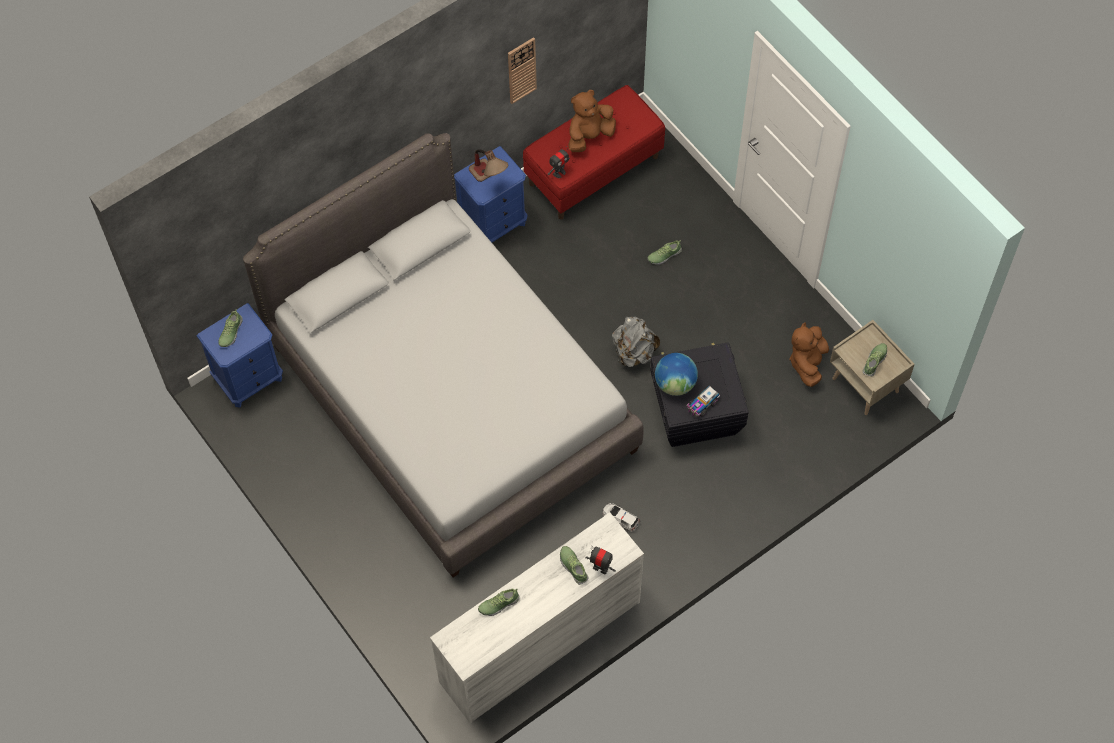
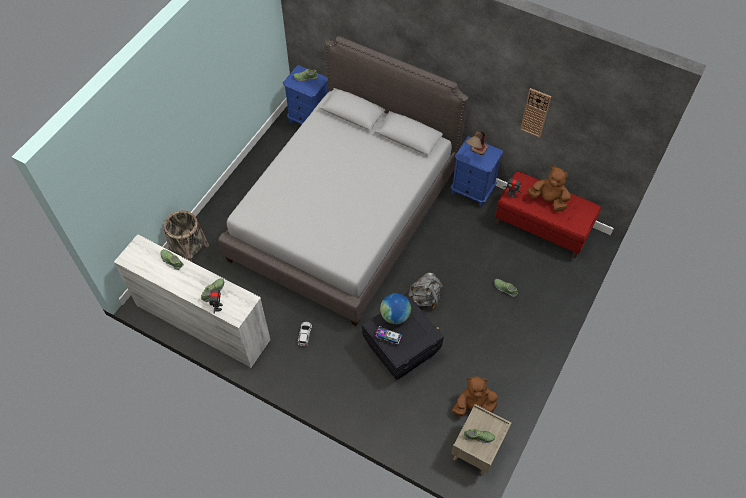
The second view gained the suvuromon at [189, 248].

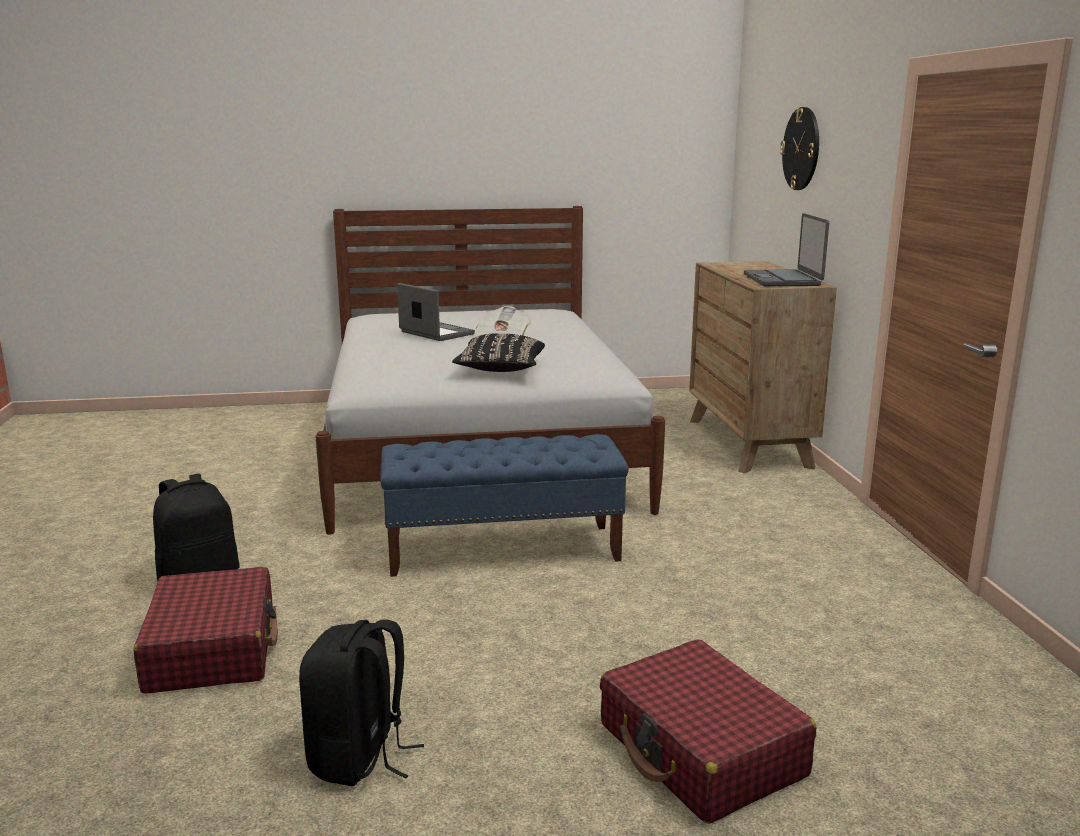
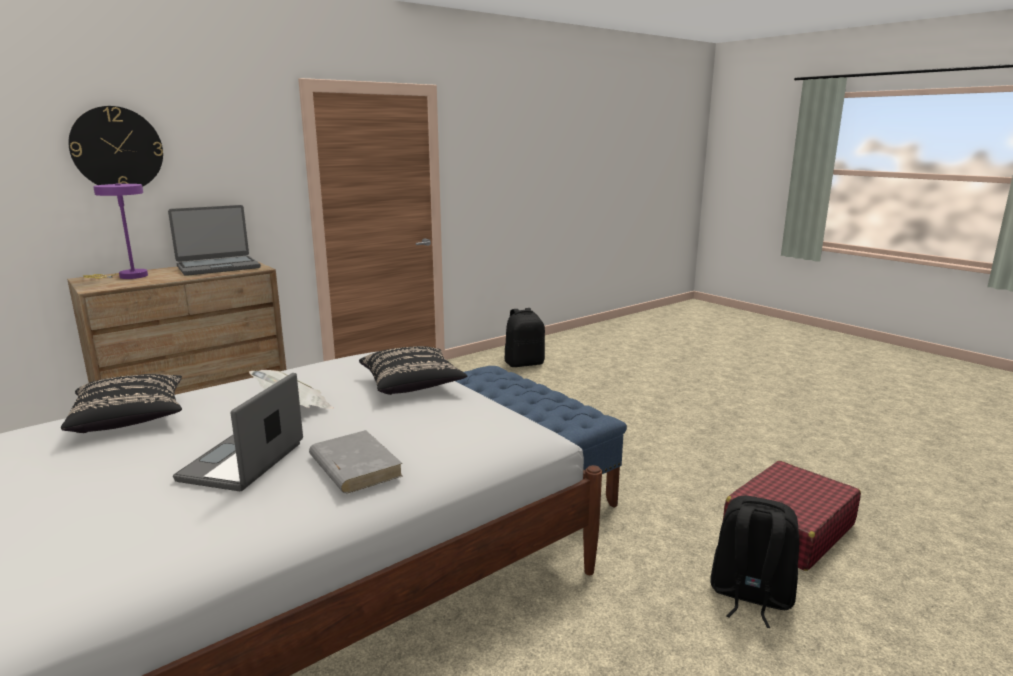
The second view lost the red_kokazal at [701, 751].
The second view gained the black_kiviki at [130, 419].
The second view gained the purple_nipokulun at [128, 276].
The second view gained the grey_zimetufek at [354, 466].
The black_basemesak ended up elsewhere, having gone from [360, 757] to [524, 363].

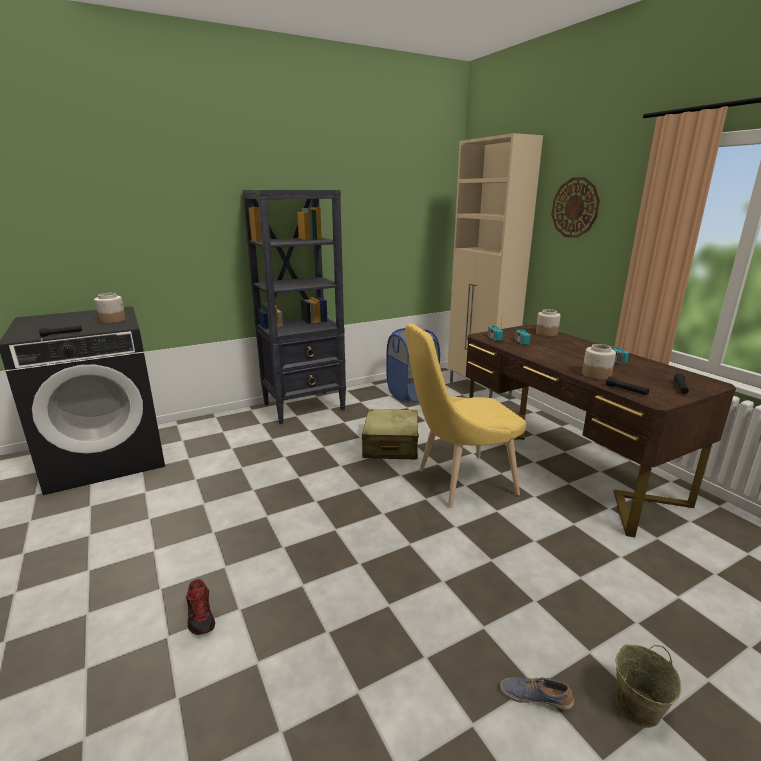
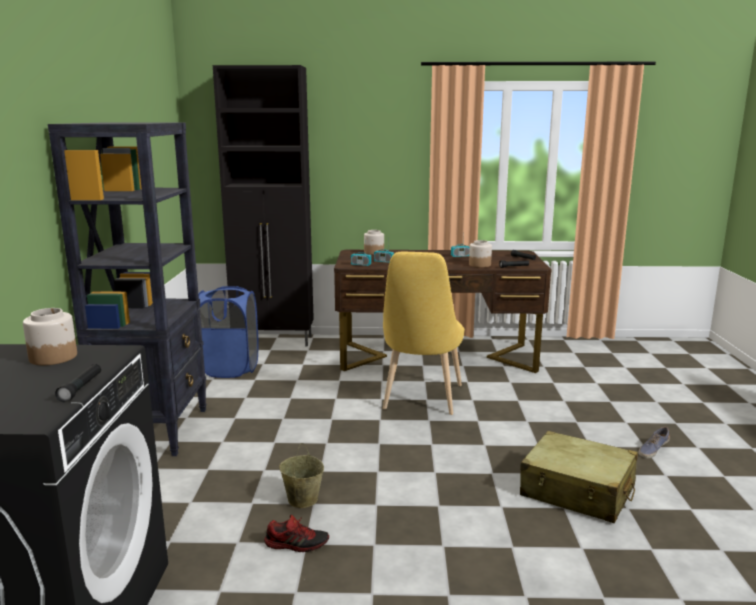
The second view lost the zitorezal at [575, 207].
The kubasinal ended up elsewhere, having gone from [201, 615] to [296, 544].
The beige_kokazal ended up elsewhere, having gone from [391, 445] to [577, 491].
The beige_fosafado ended up elsewhere, having gone from [637, 706] to [302, 499].
What was the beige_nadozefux at [479, 390] turned into the black_nadozefux at [274, 341].

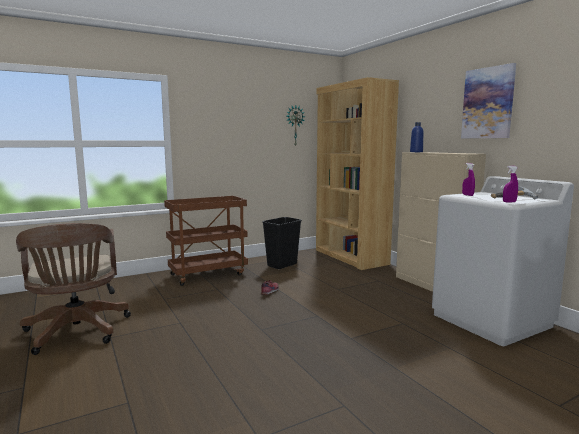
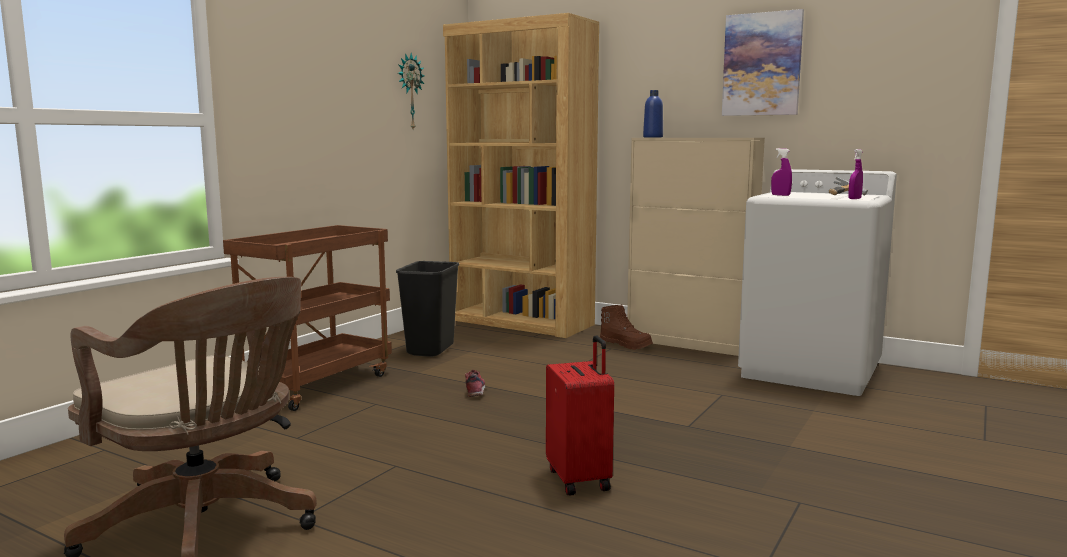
The second view gained the red_kokazal at [580, 479].
The second view gained the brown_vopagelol at [626, 345].

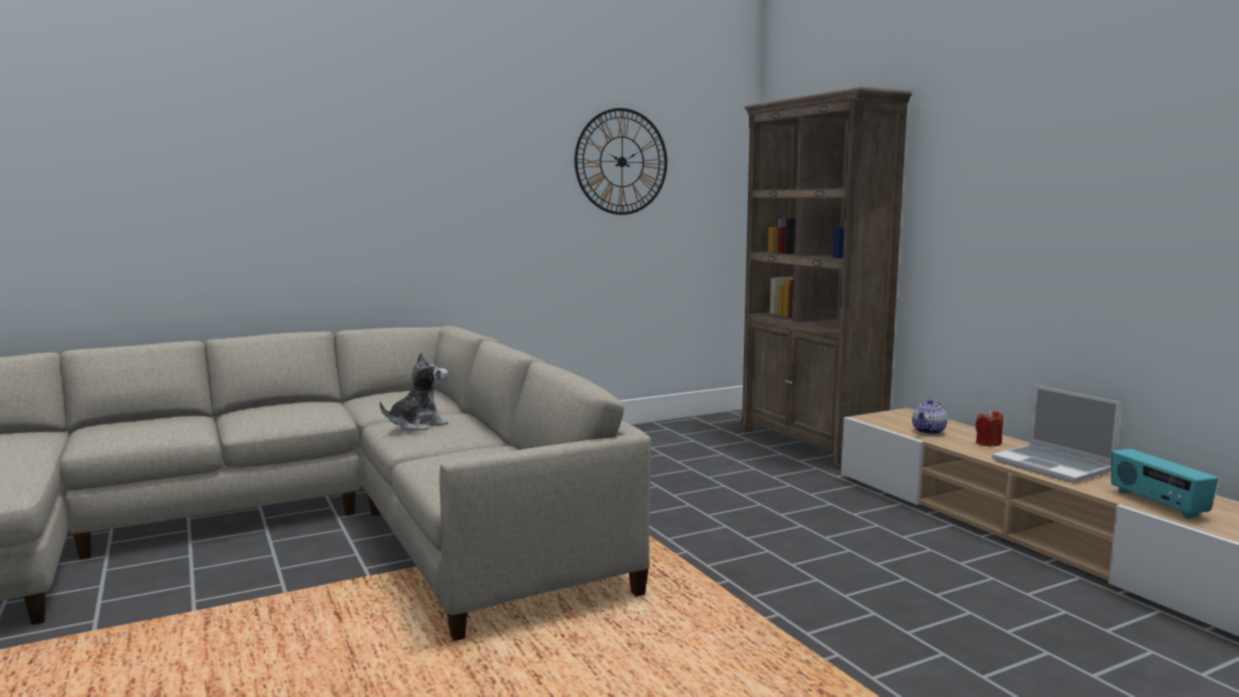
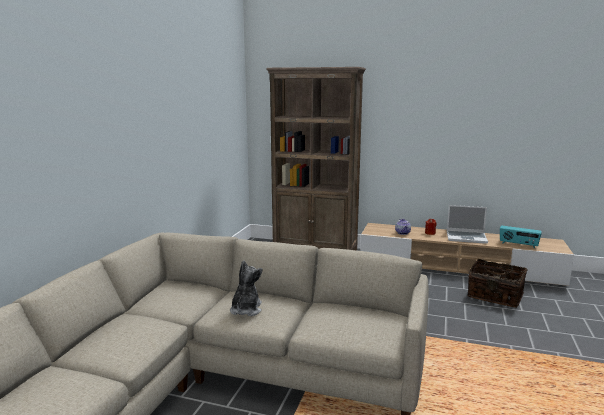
The second view lost the zitorezal at [621, 162].
The second view gained the suvuromon at [494, 296].

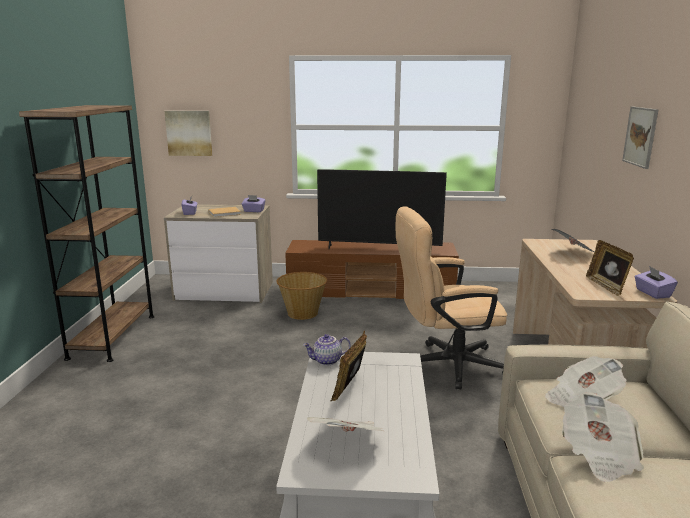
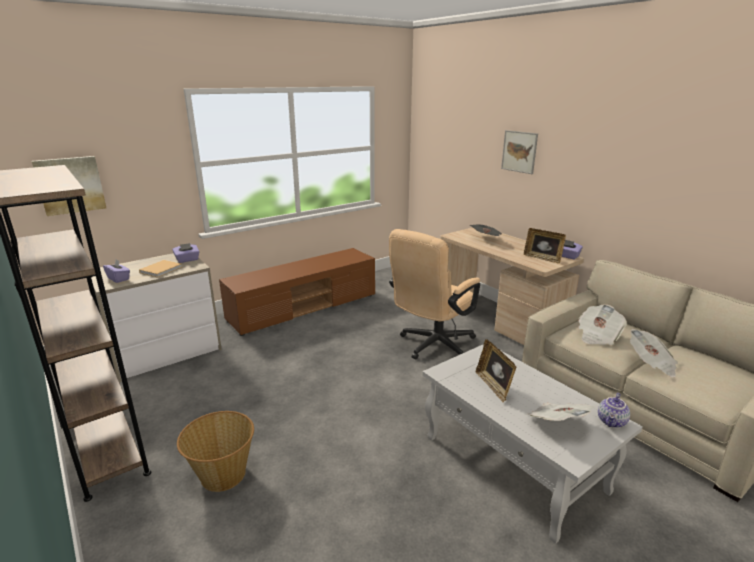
The second view lost the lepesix at [379, 249].
The suvuromon ended up elsewhere, having gone from [302, 313] to [222, 474].
The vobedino ended up elsewhere, having gone from [327, 361] to [612, 422].

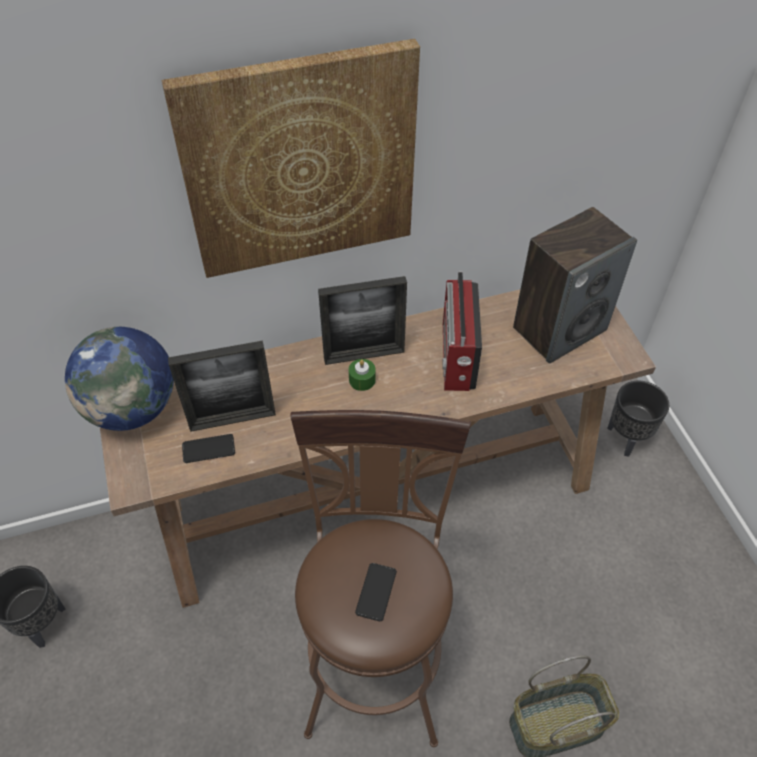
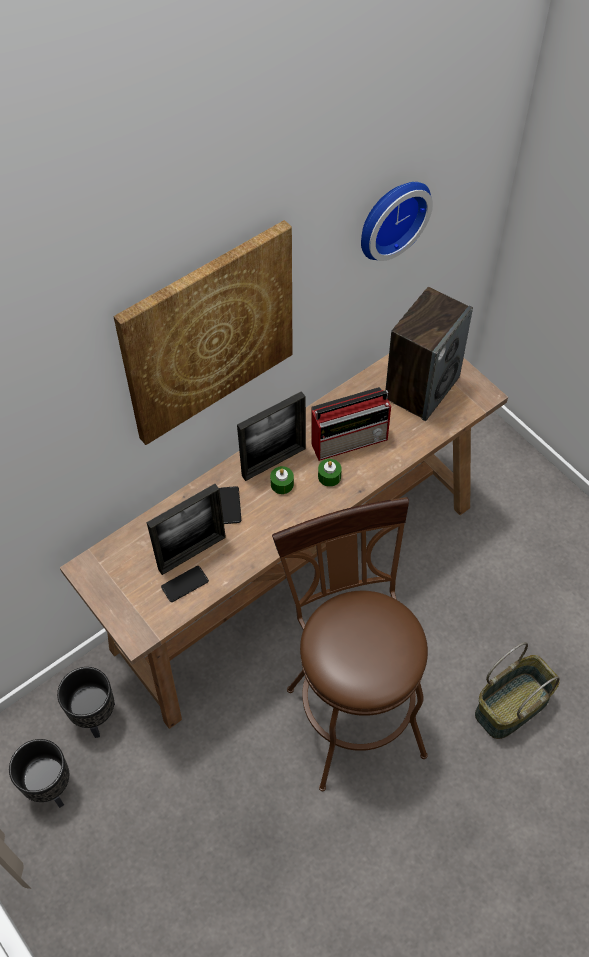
The second view lost the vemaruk at [133, 408].
The second view gained the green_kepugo at [329, 476].
The second view gained the zitorezal at [390, 216].
The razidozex ended up elsewhere, having gone from [376, 592] to [229, 505].
The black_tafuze ended up elsewhere, having gone from [627, 438] to [96, 716].
The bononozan at [457, 358] ended up facing another way, 90 degrees counterclockwise from before.

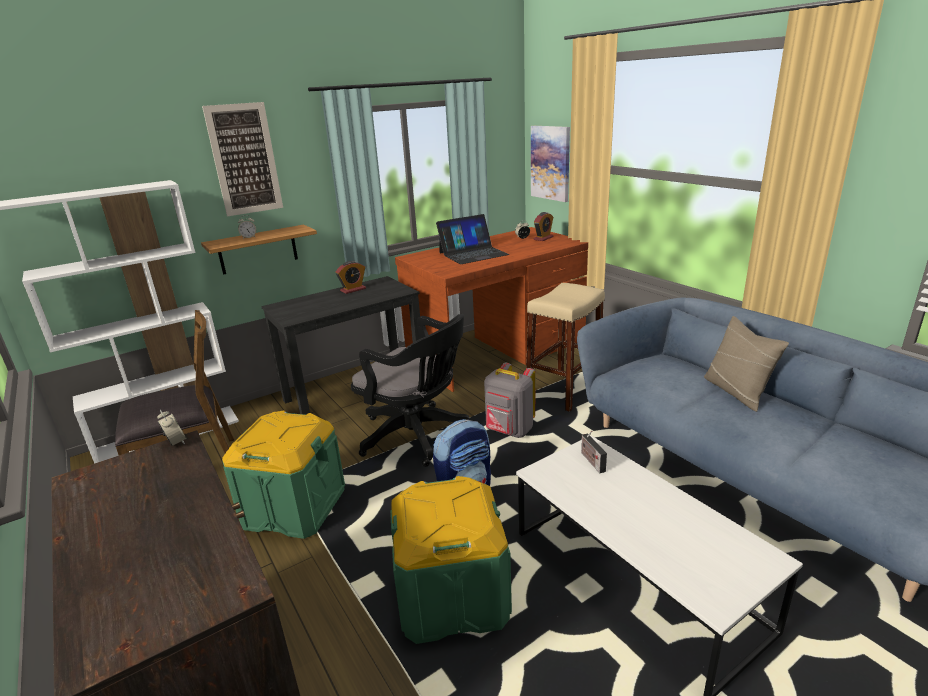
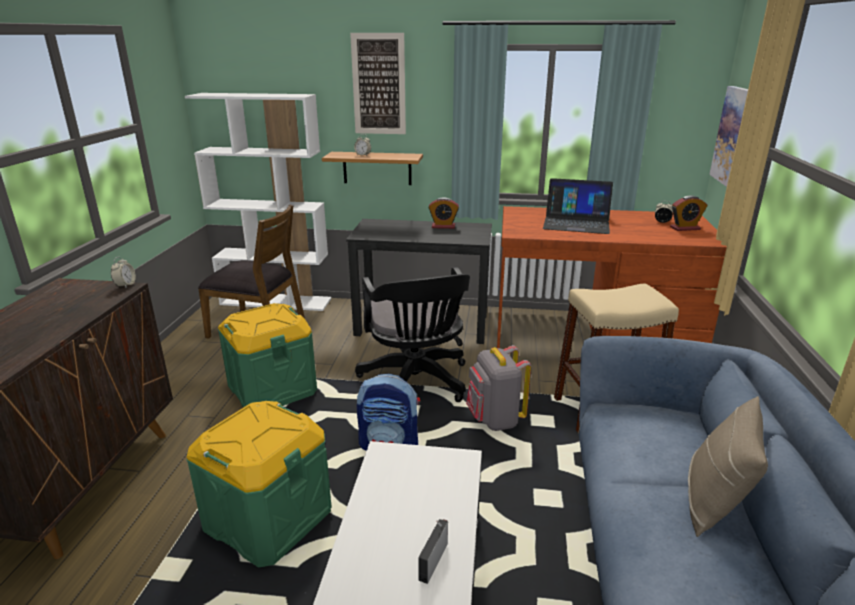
The bononozan ended up elsewhere, having gone from [591, 461] to [433, 559].

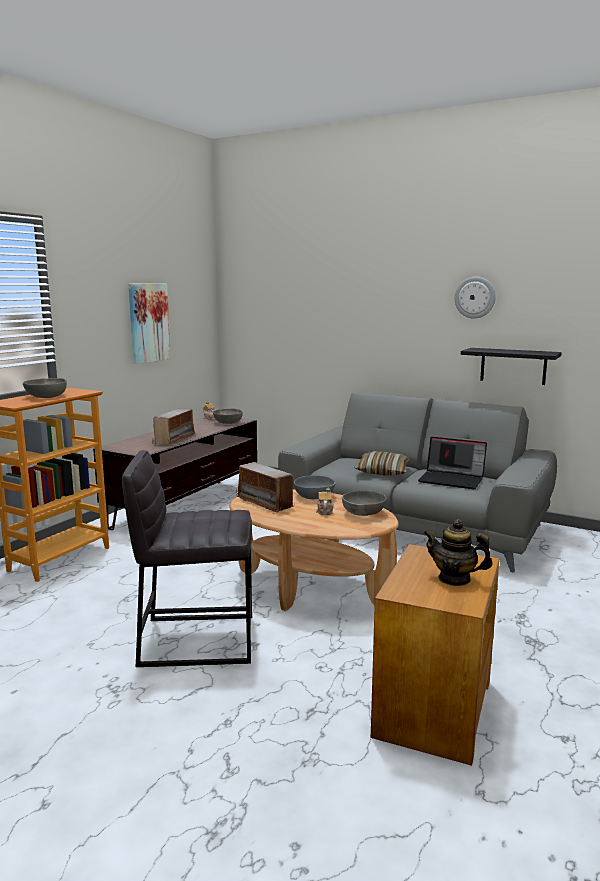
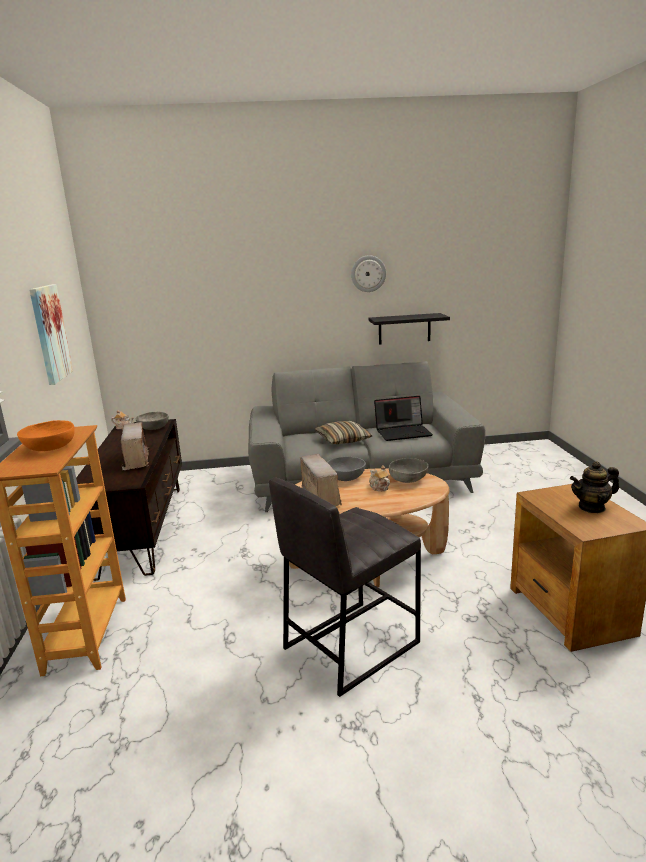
What was the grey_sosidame at [46, 397] turned into the orange_sosidame at [49, 448].
The bononozan at [265, 502] ended up facing another way, 120 degrees counterclockwise from before.

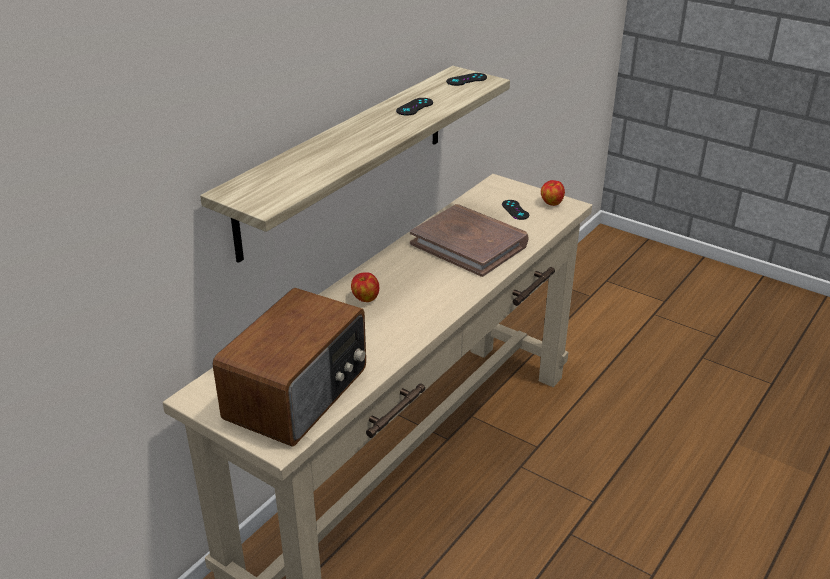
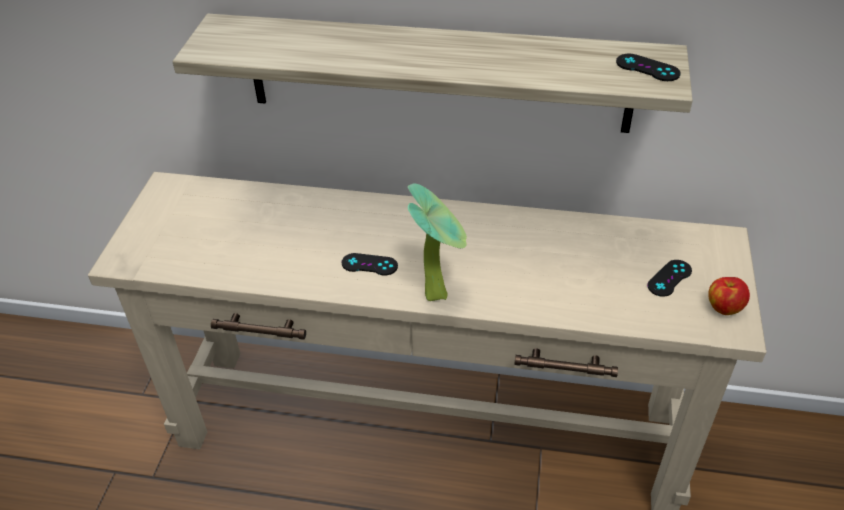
The second view lost the bononozan at [299, 393].
The second view lost the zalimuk at [365, 298].
The second view lost the brown_zimetufek at [469, 244].
The second view gained the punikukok at [438, 293].
The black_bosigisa ended up elsewhere, having gone from [415, 107] to [369, 264].

